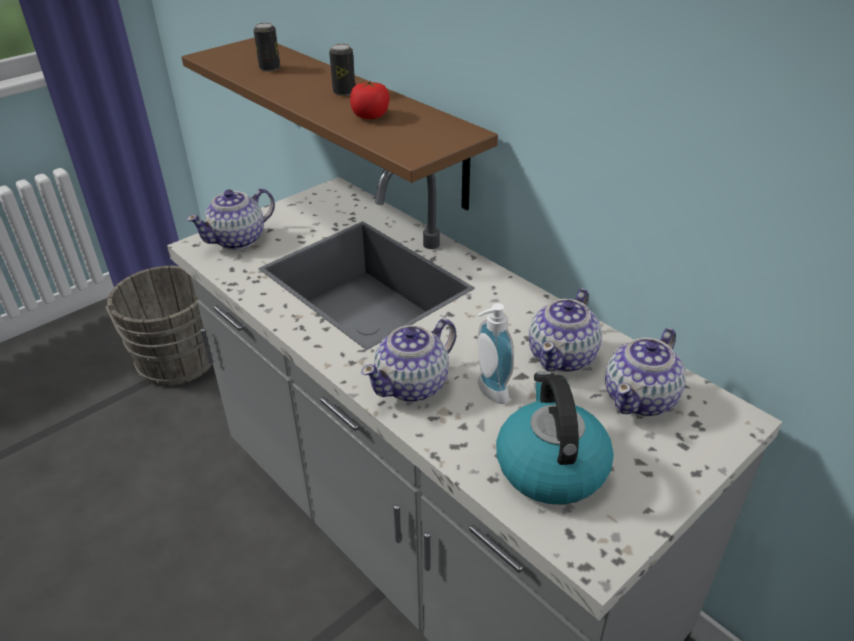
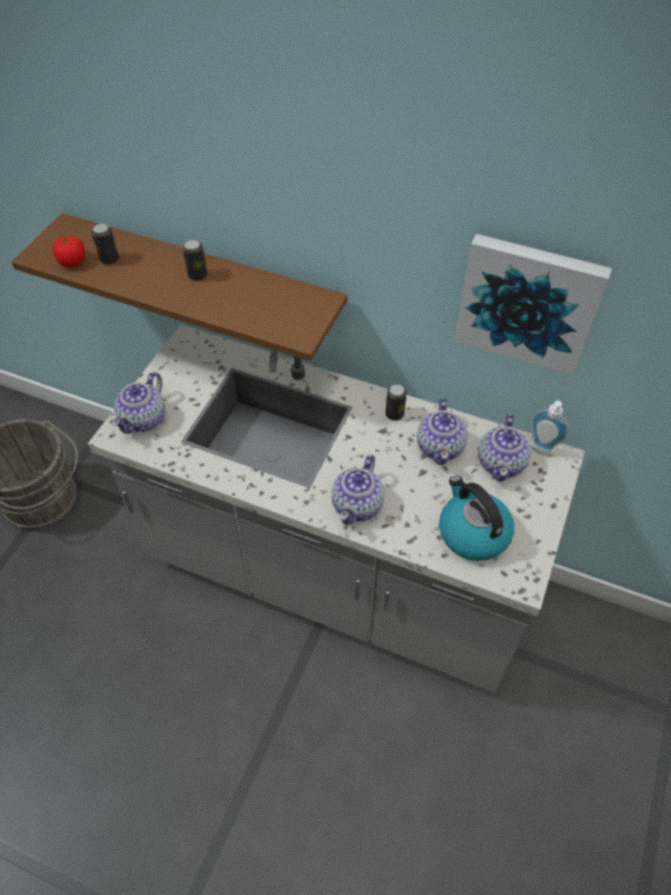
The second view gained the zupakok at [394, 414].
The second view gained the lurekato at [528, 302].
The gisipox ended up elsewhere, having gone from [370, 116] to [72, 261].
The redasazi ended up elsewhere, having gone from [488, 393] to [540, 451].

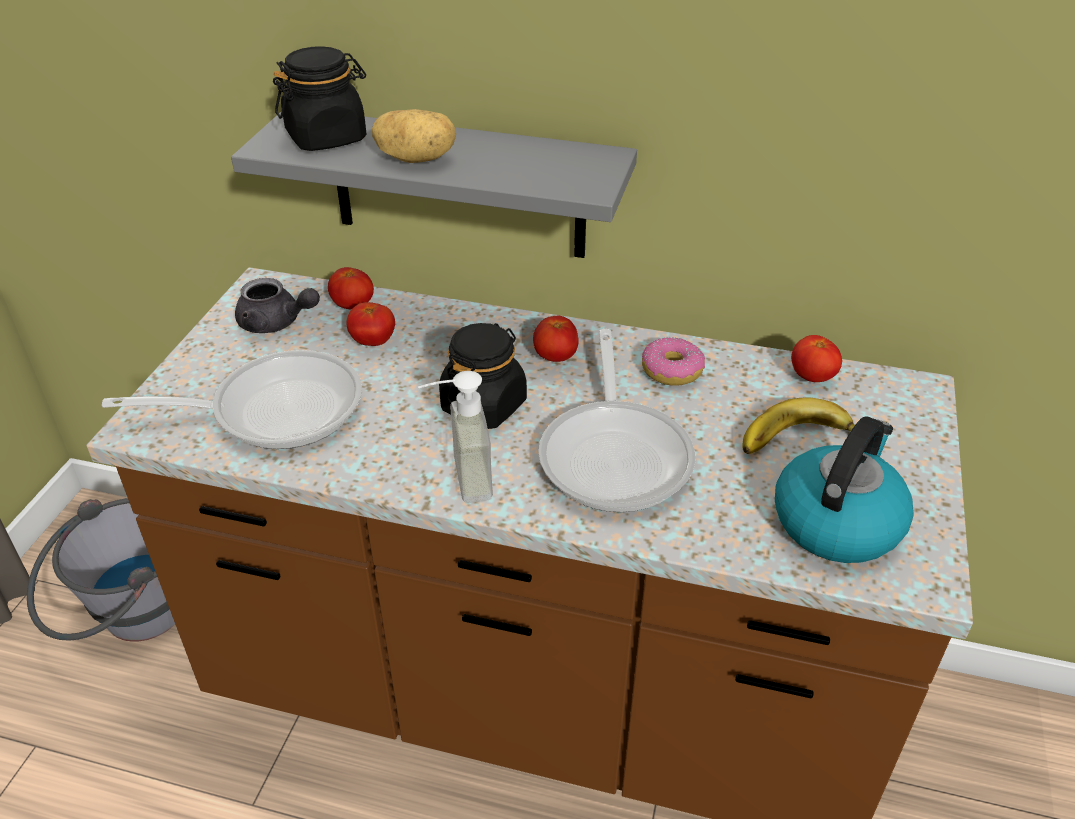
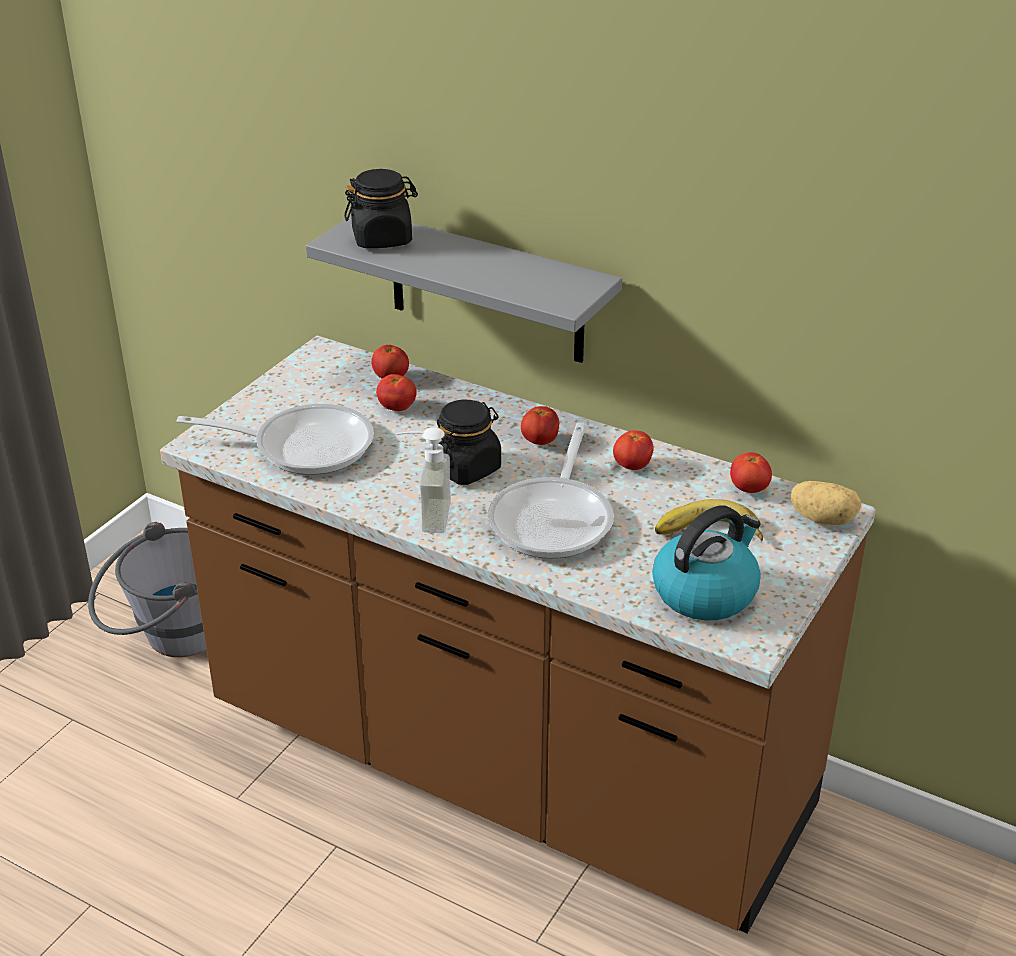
The second view lost the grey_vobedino at [276, 323].
The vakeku ended up elsewhere, having gone from [417, 158] to [823, 519].
Where the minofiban stood at [672, 371], the gisipox came to stand at [632, 466].

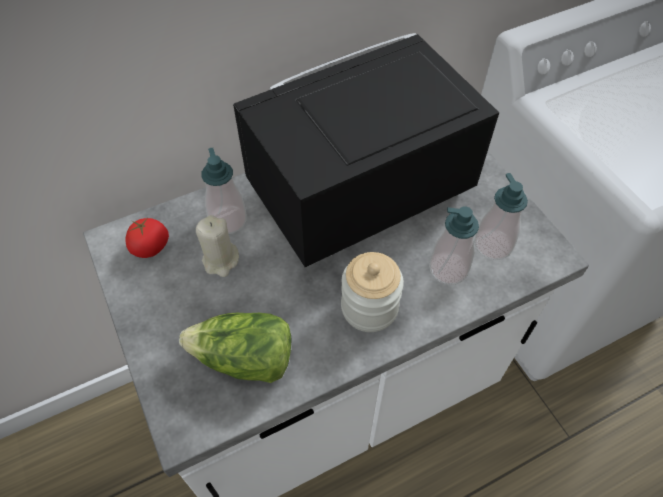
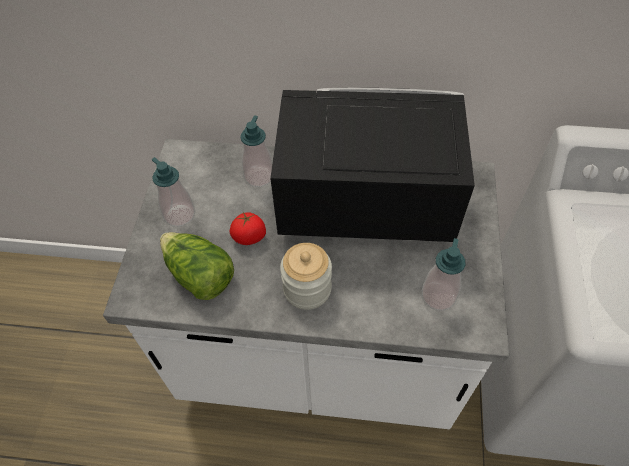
The second view lost the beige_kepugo at [220, 260].
The gisipox ended up elsewhere, having gone from [151, 247] to [249, 236].
The redasazi ended up elsewhere, having gone from [448, 269] to [179, 215].

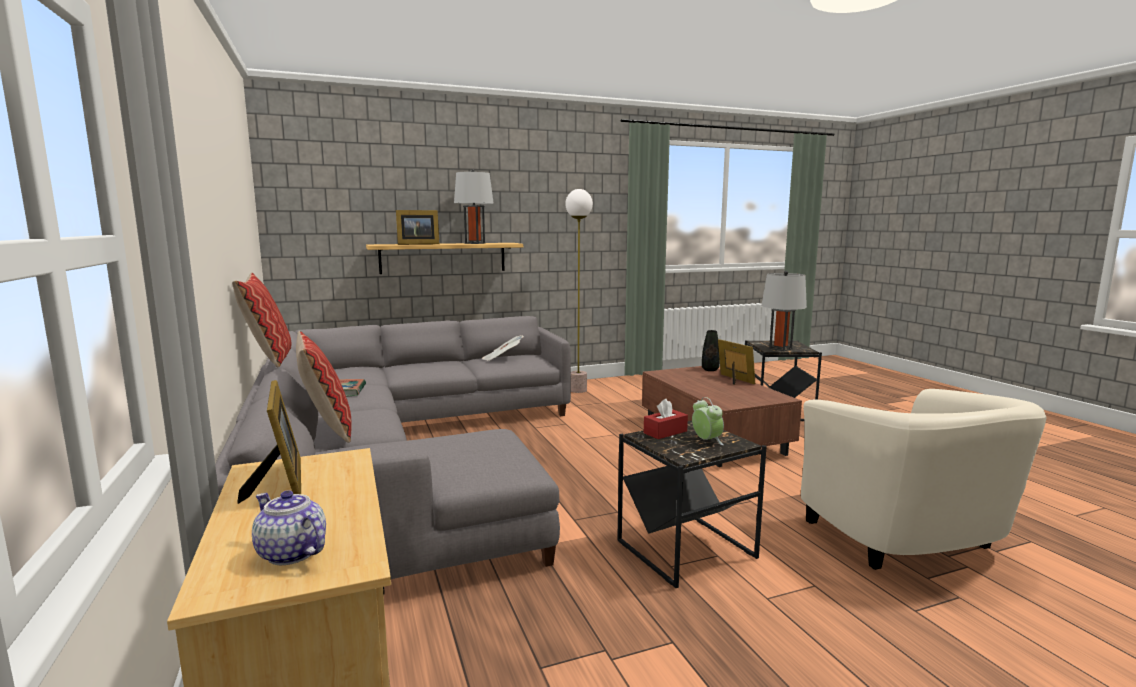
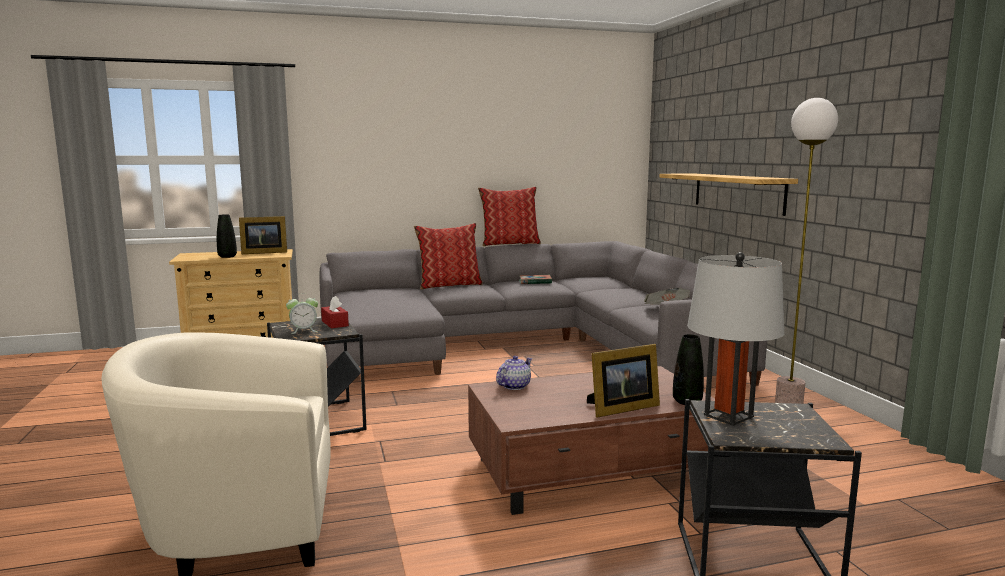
The second view lost the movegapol at [417, 244].
The second view lost the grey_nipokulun at [475, 243].
The second view gained the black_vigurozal at [227, 256].
The vobedino ended up elsewhere, having gone from [290, 553] to [514, 386].

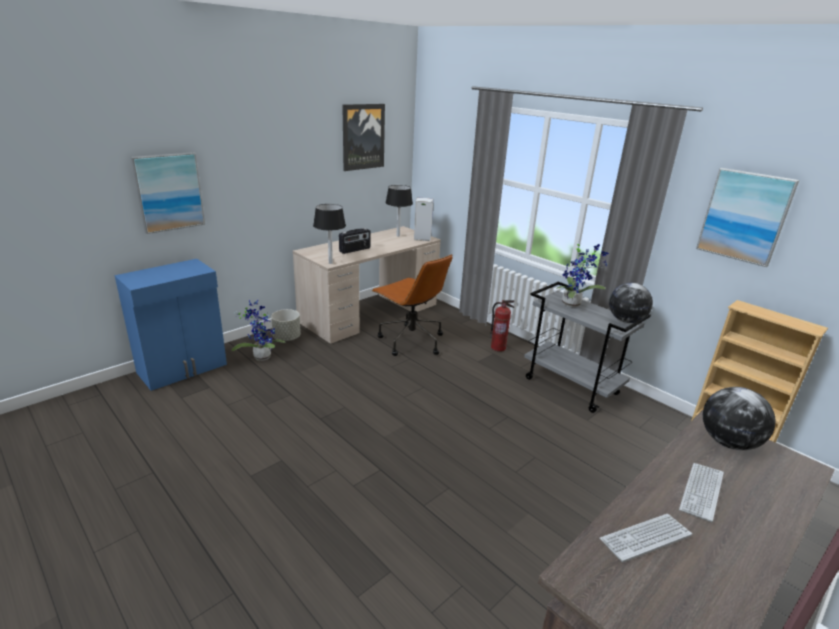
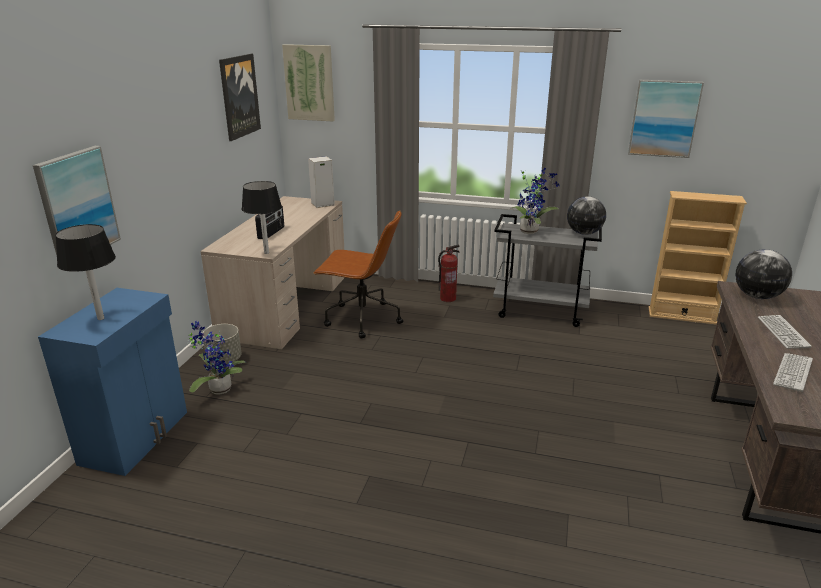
The second view gained the lurekato at [309, 83].
The black_nipokulun ended up elsewhere, having gone from [398, 235] to [101, 318].

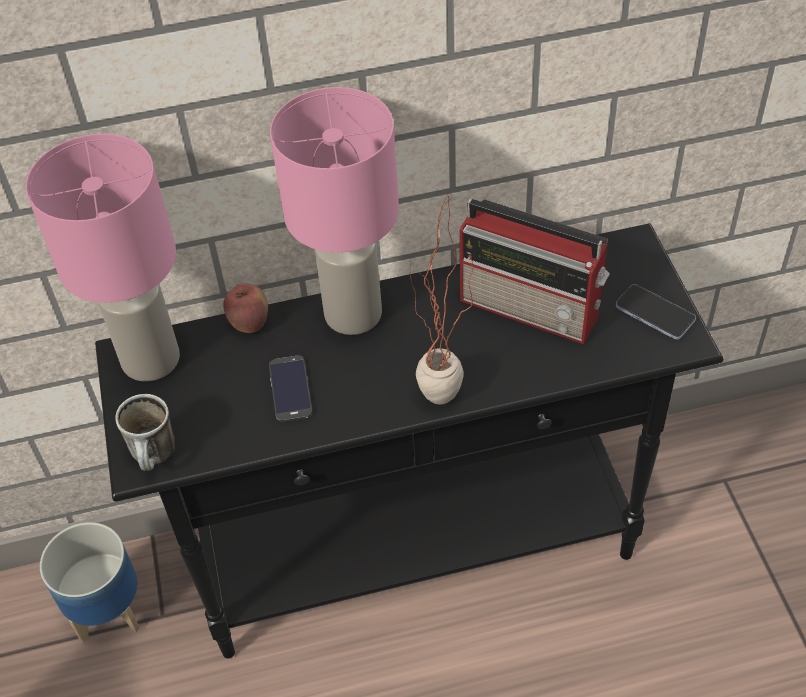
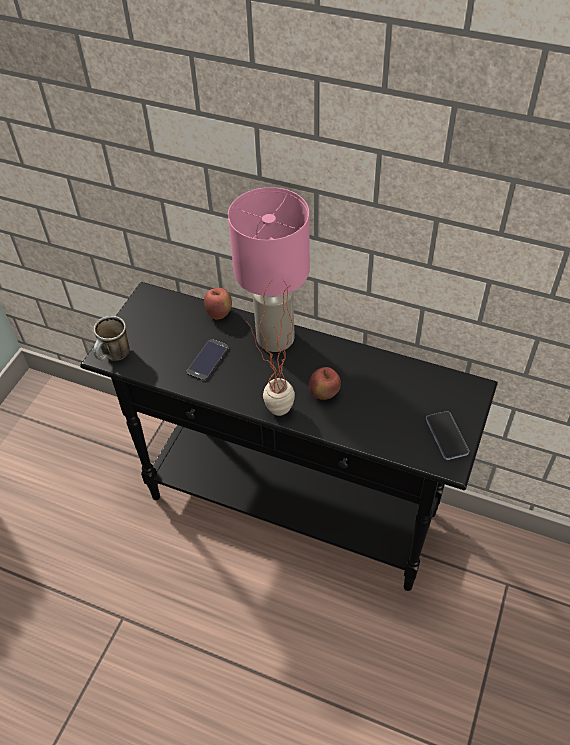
The second view lost the pink_nipokulun at [149, 361].
The second view lost the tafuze at [108, 610].
The second view lost the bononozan at [533, 308].
The second view gained the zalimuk at [324, 394].

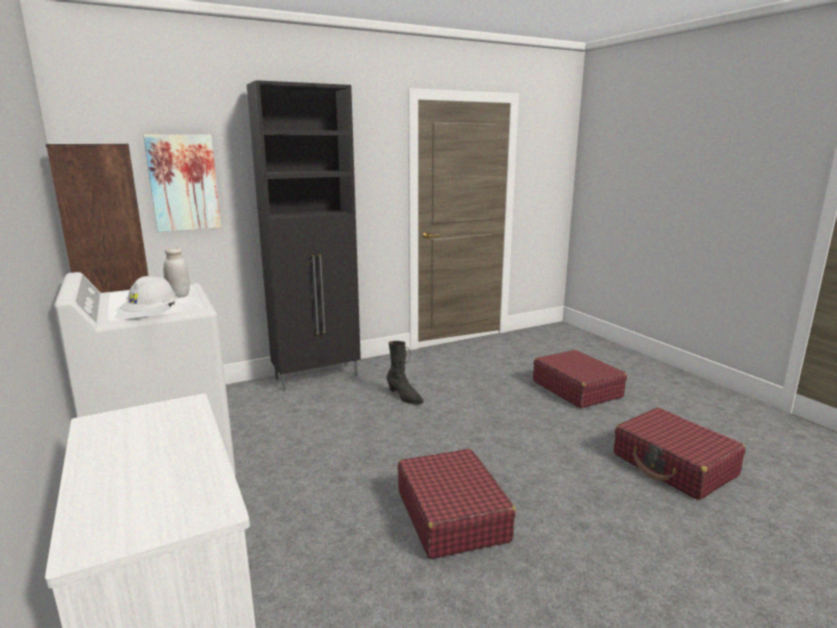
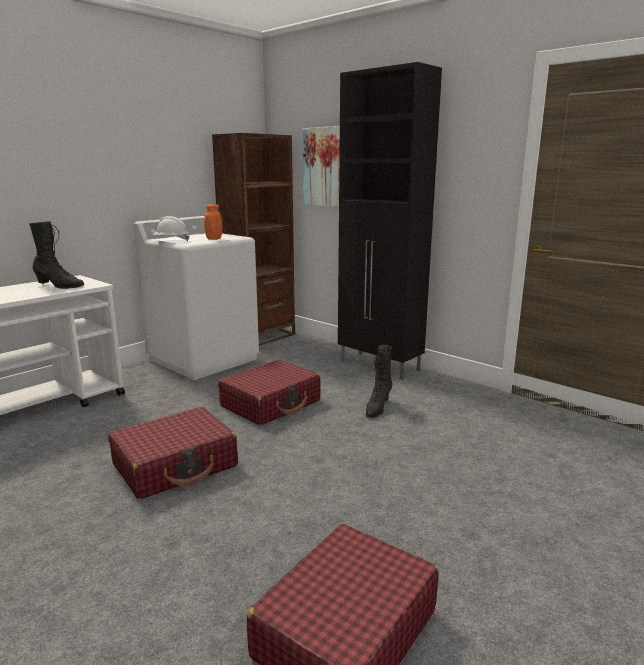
The second view gained the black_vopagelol at [59, 286].
The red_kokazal ended up elsewhere, having gone from [576, 389] to [271, 404].
What was the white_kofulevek at [179, 295] turned into the orange_kofulevek at [214, 239].

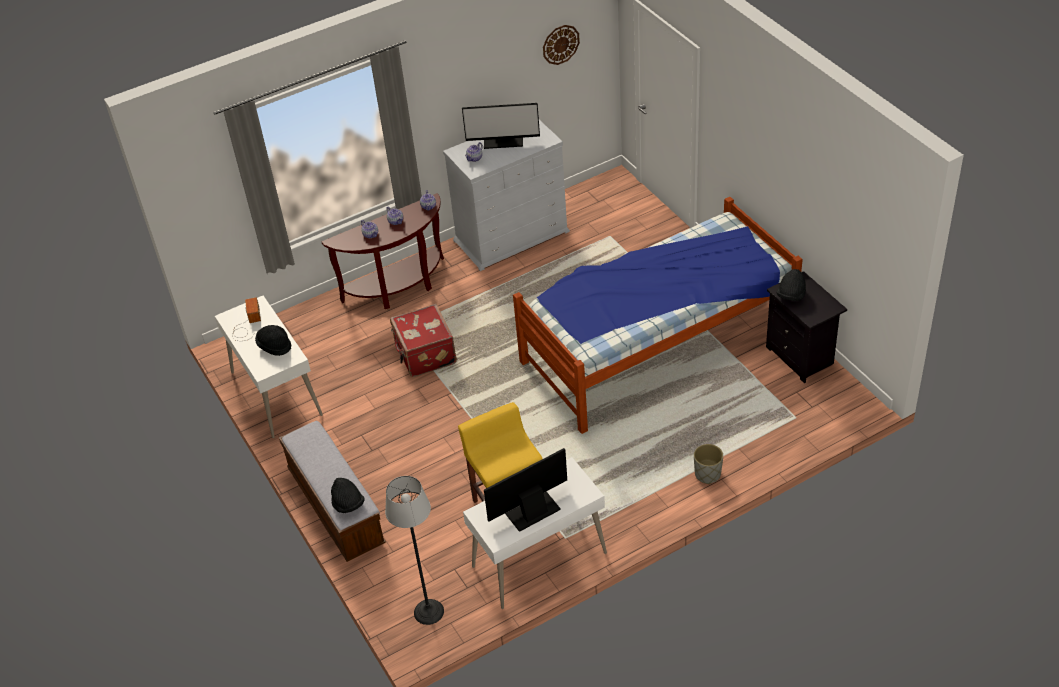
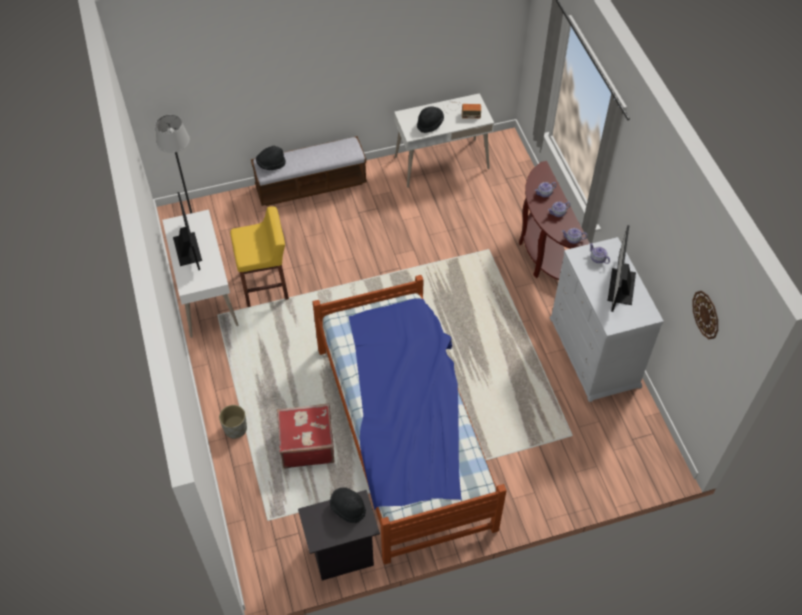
The red_kokazal ended up elsewhere, having gone from [424, 354] to [306, 444].

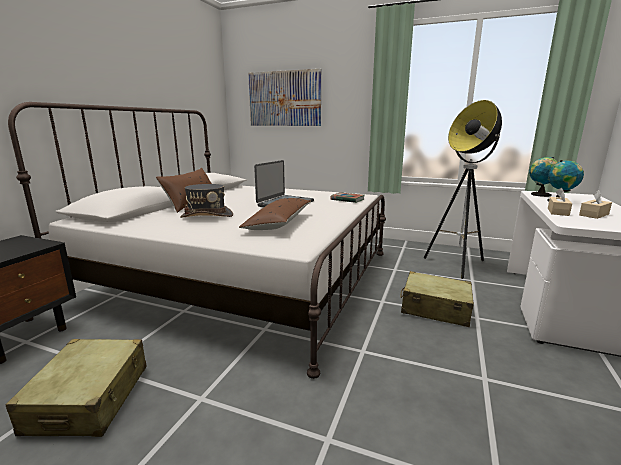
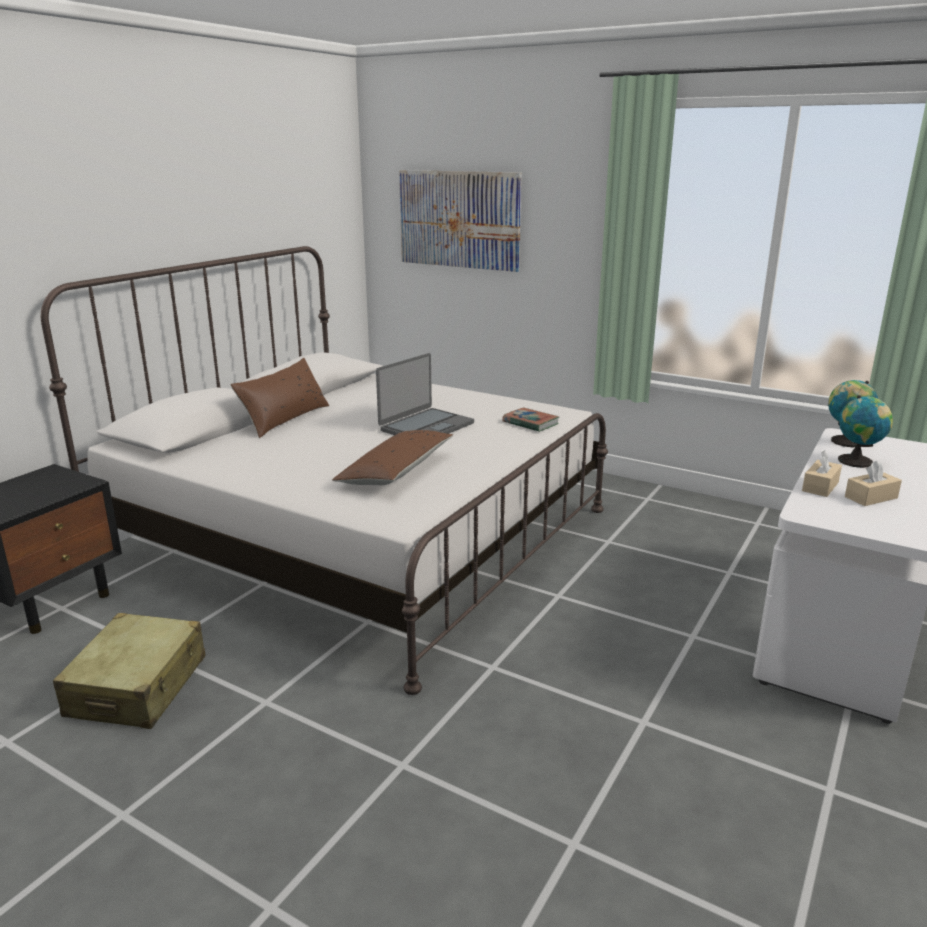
The second view lost the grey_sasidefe at [207, 216].
The second view lost the beige_kokazal at [435, 309].
The second view lost the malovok at [457, 265].

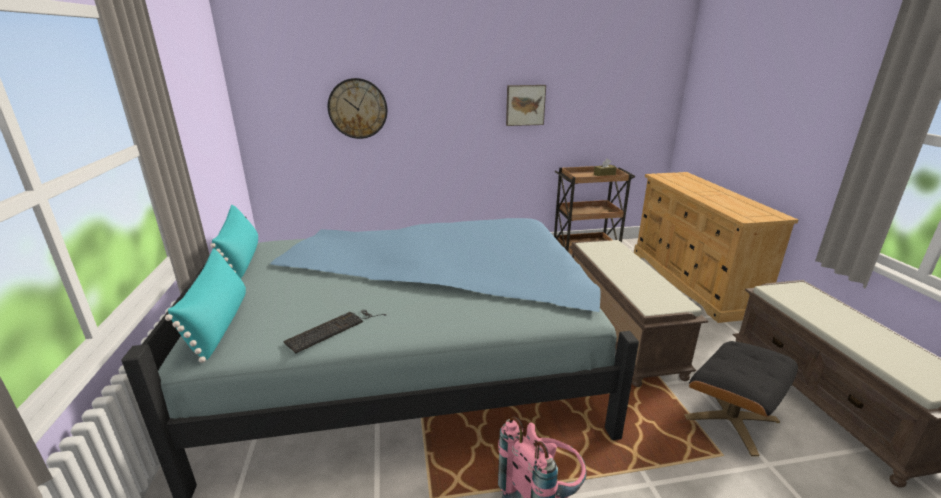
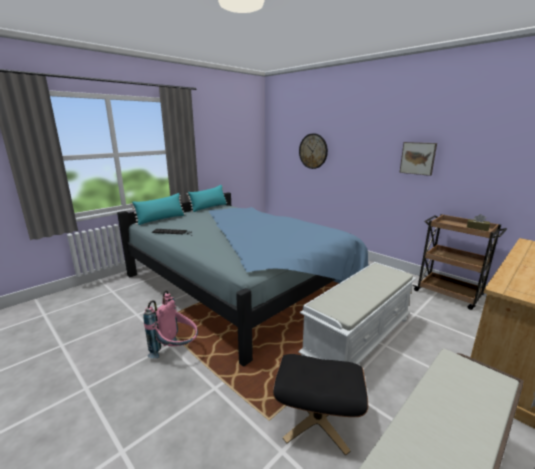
What was the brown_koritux at [618, 332] turned into the white_koritux at [358, 337].

